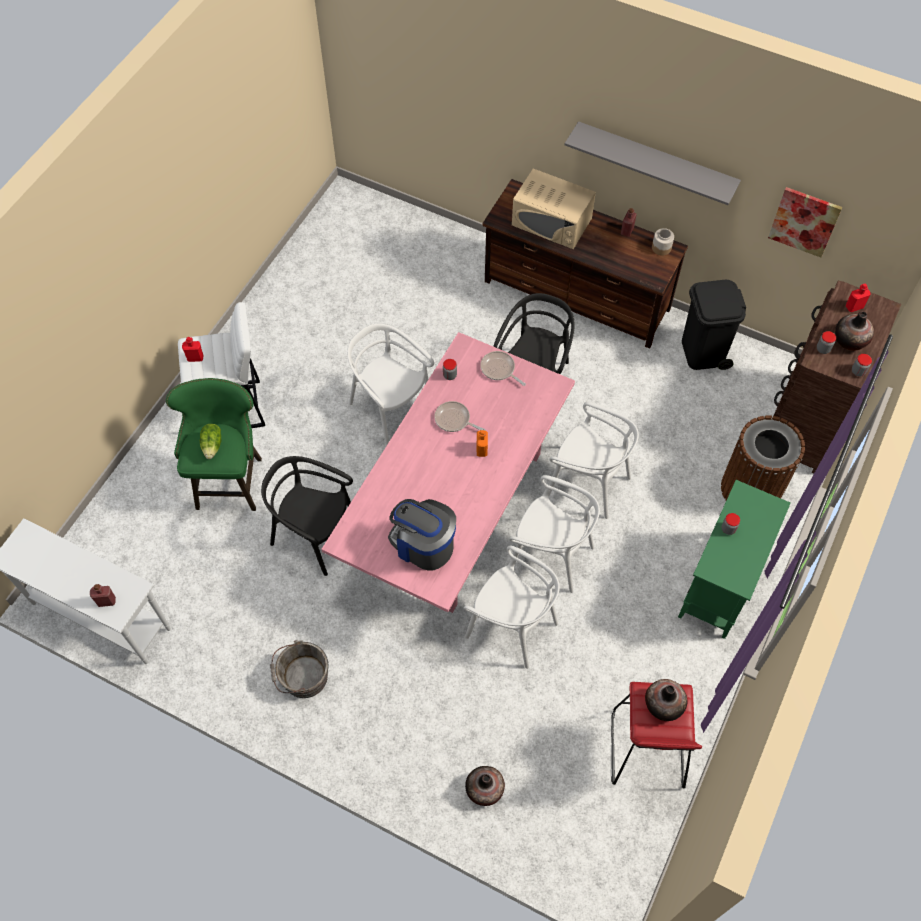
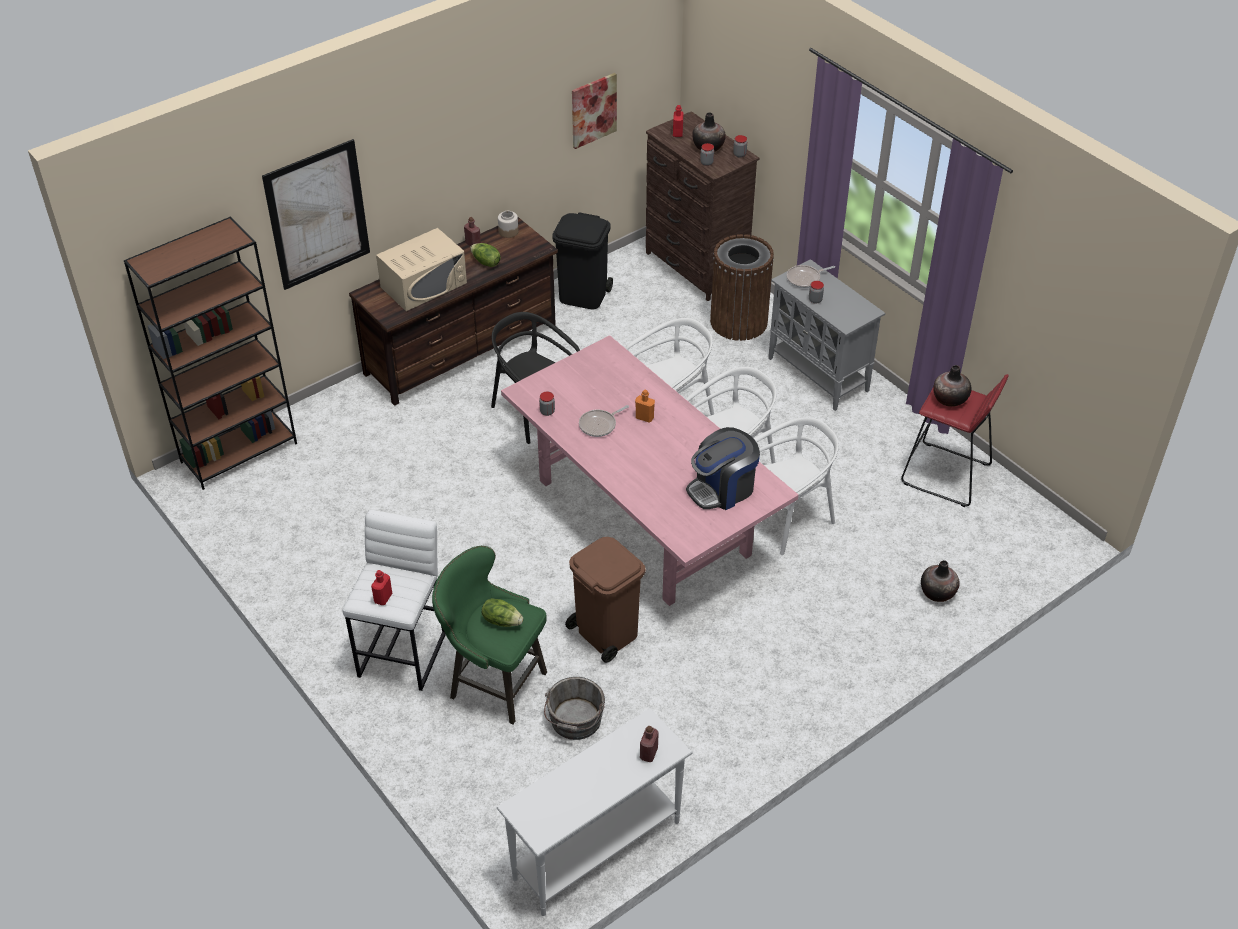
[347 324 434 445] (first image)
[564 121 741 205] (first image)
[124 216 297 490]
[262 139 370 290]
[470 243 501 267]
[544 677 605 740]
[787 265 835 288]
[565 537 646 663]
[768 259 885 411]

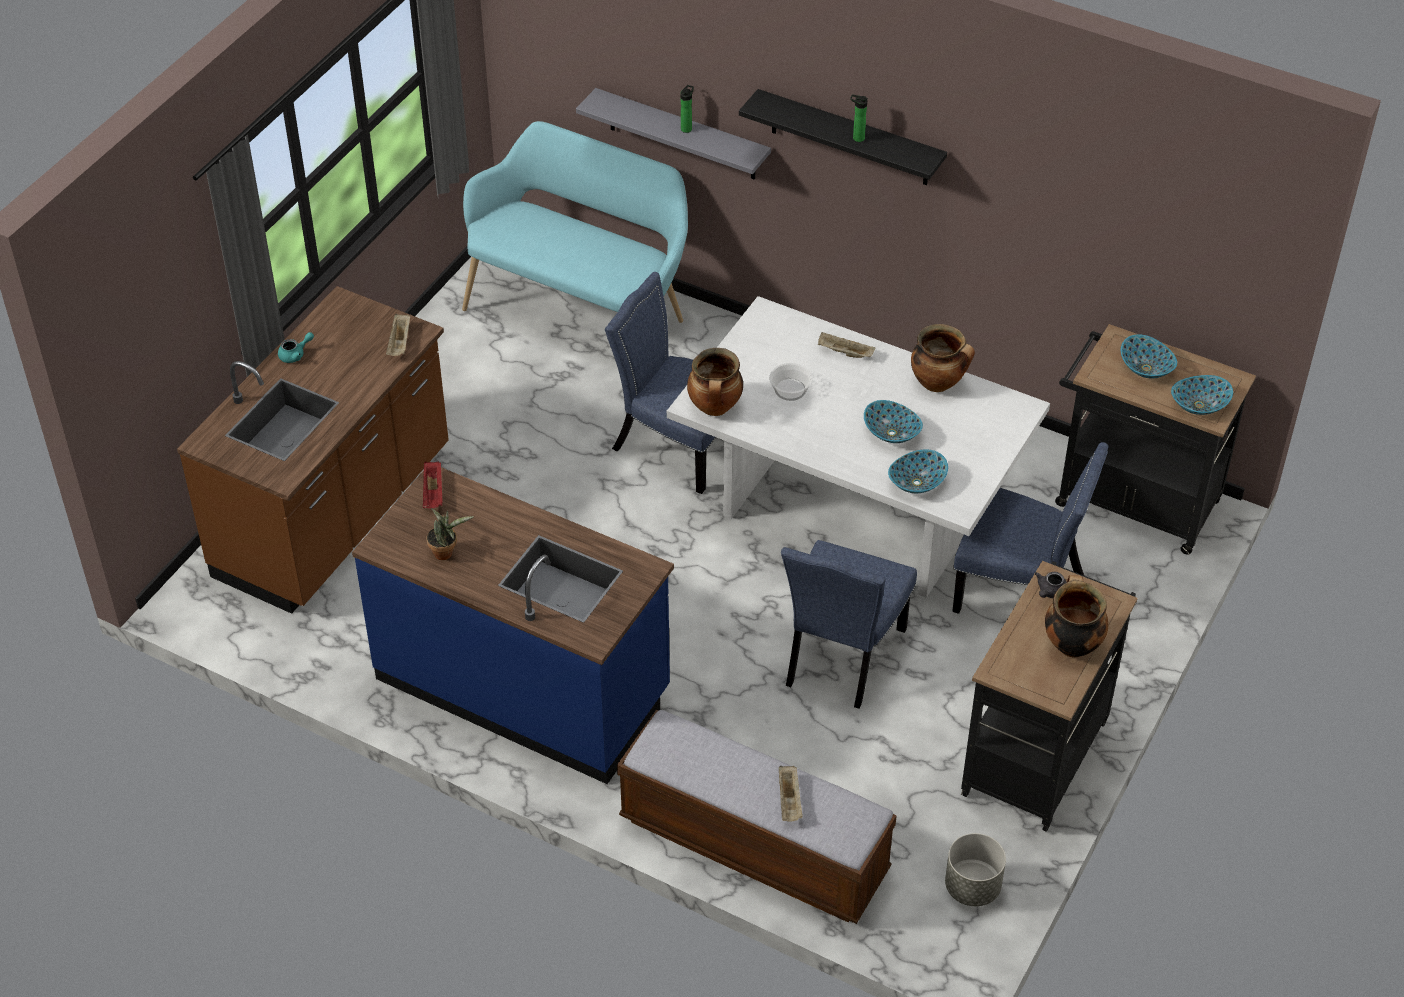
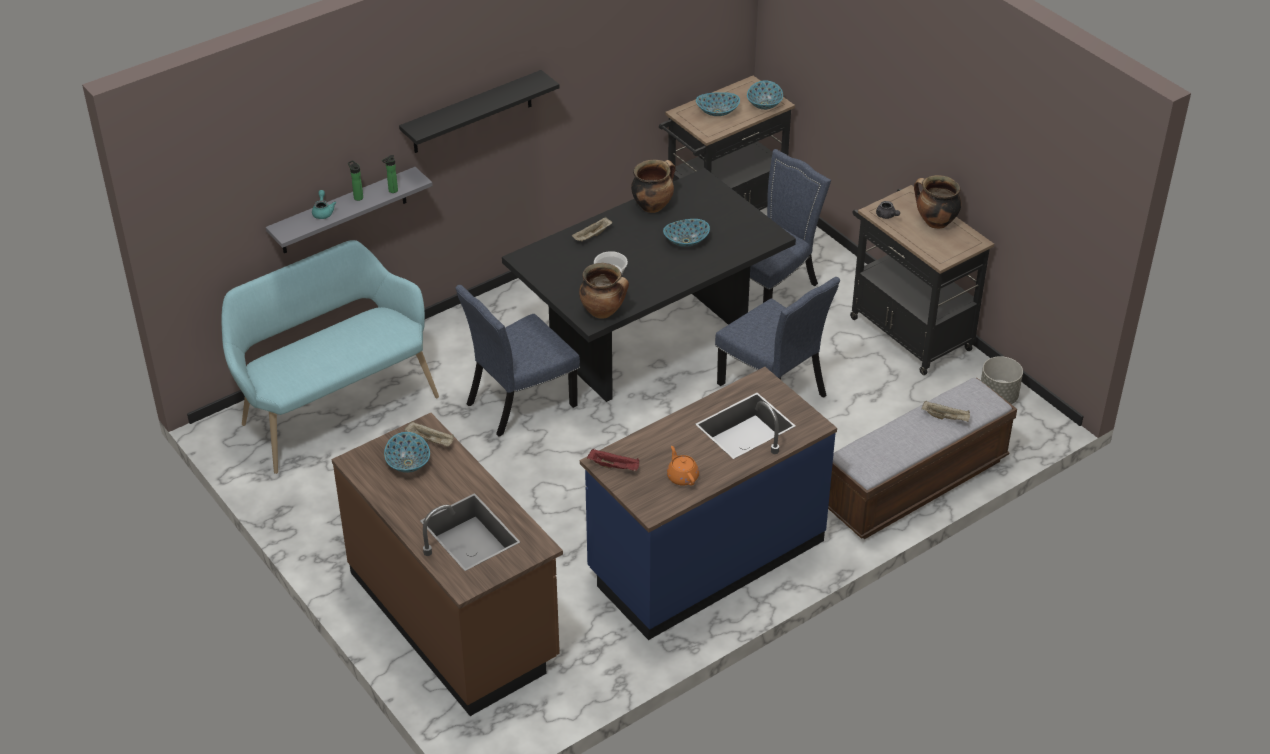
[312 190 336 219]
[382 155 398 193]
[384 432 430 473]
[667 446 699 486]
[502 168 796 402]

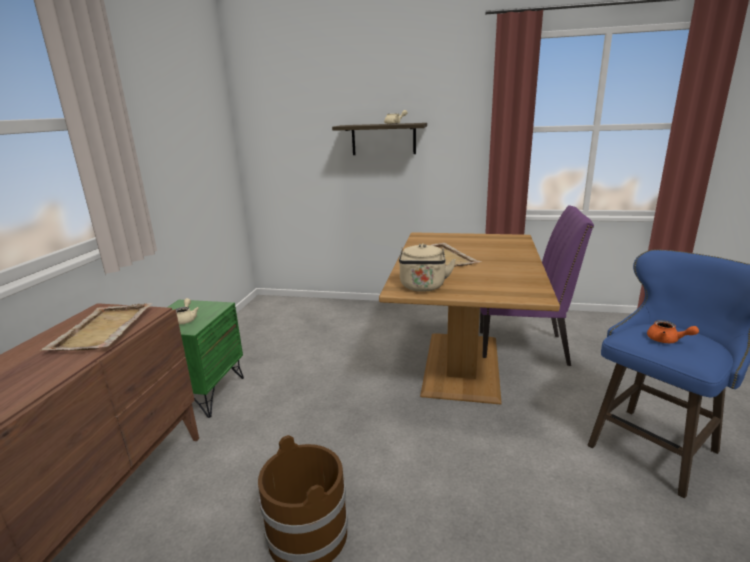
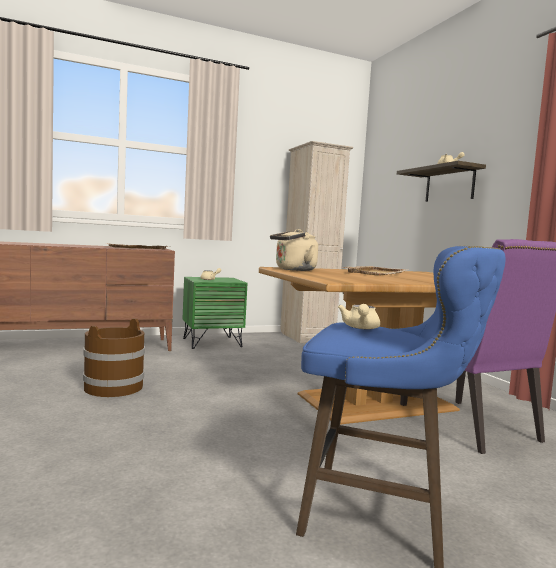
[280 141 353 343]
[338 304 380 330]

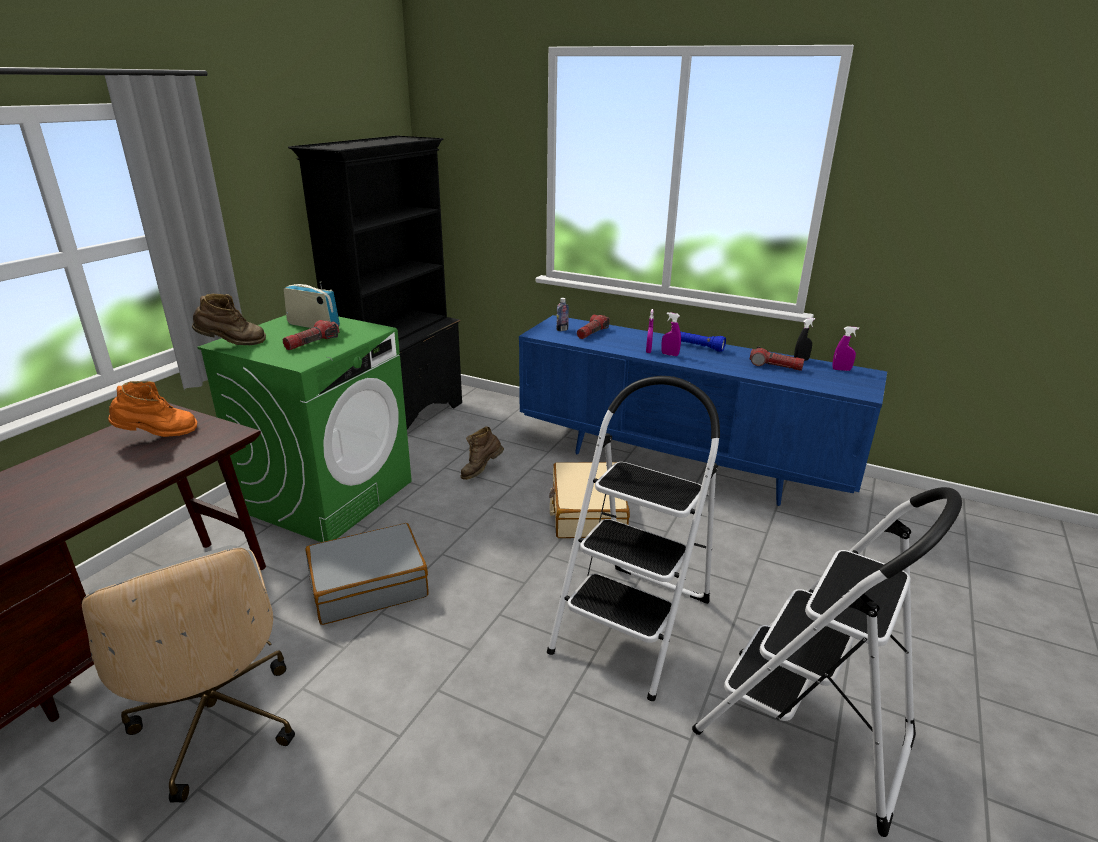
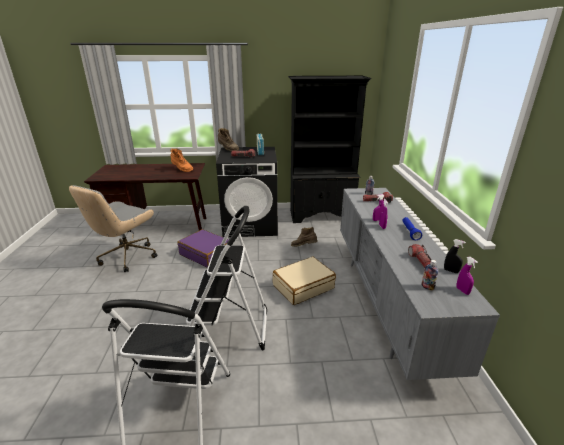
[422 260 438 291]
[216 147 278 237]
[177 229 229 268]
[340 188 500 380]

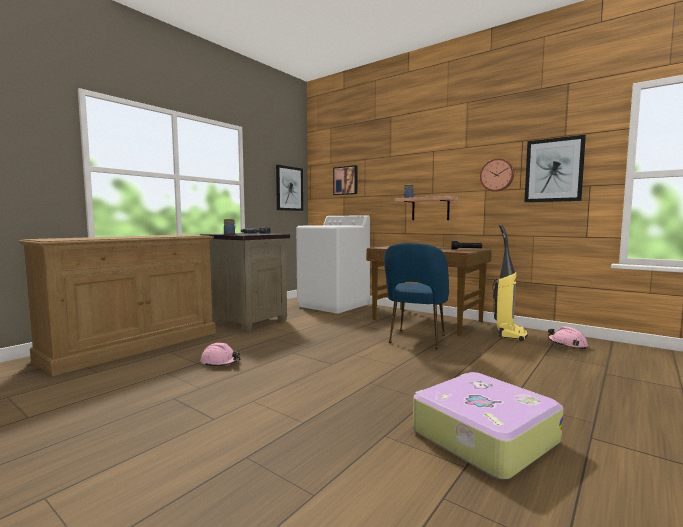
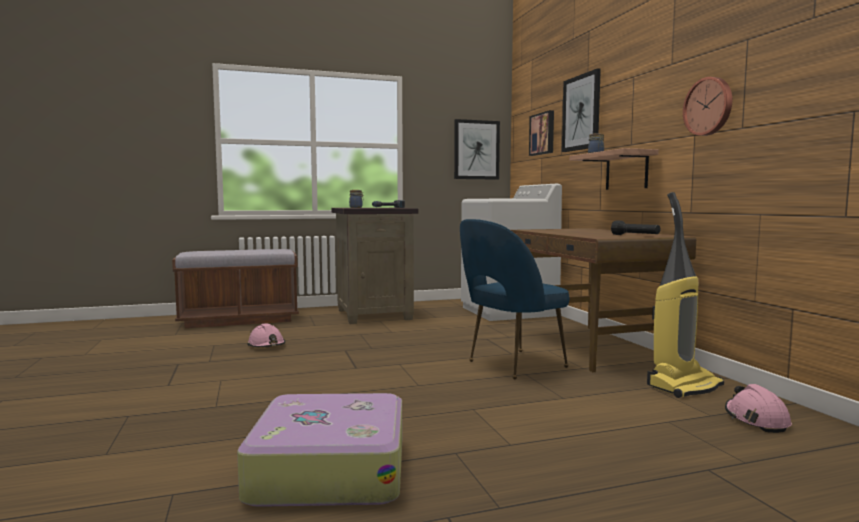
[562 68 601 152]
[172 249 299 328]

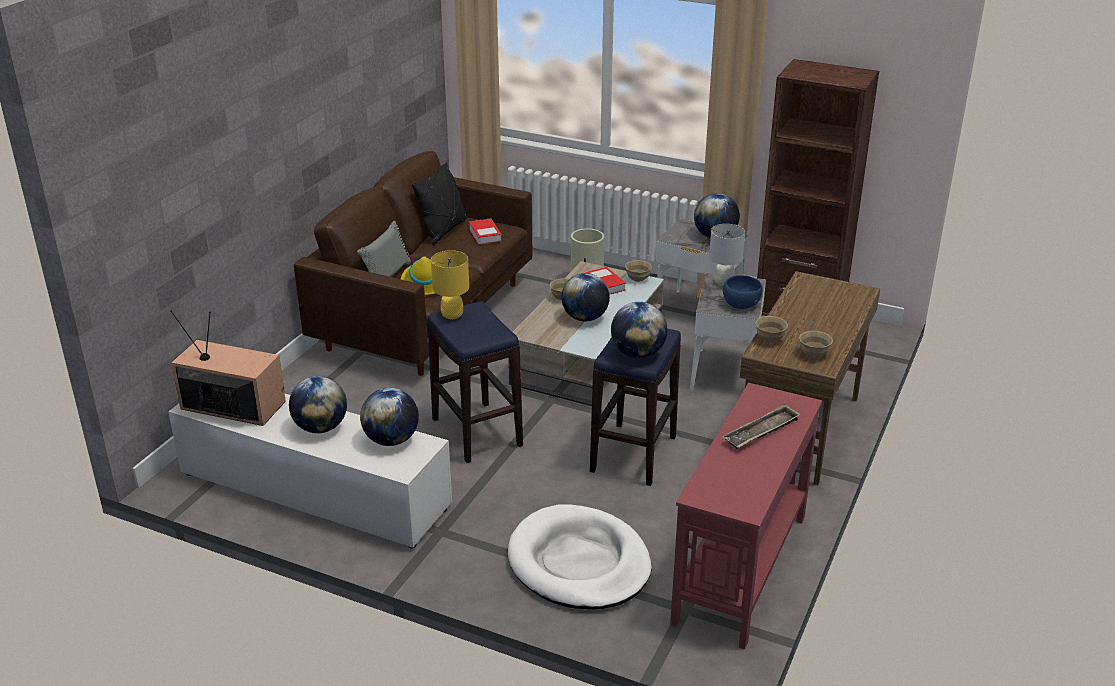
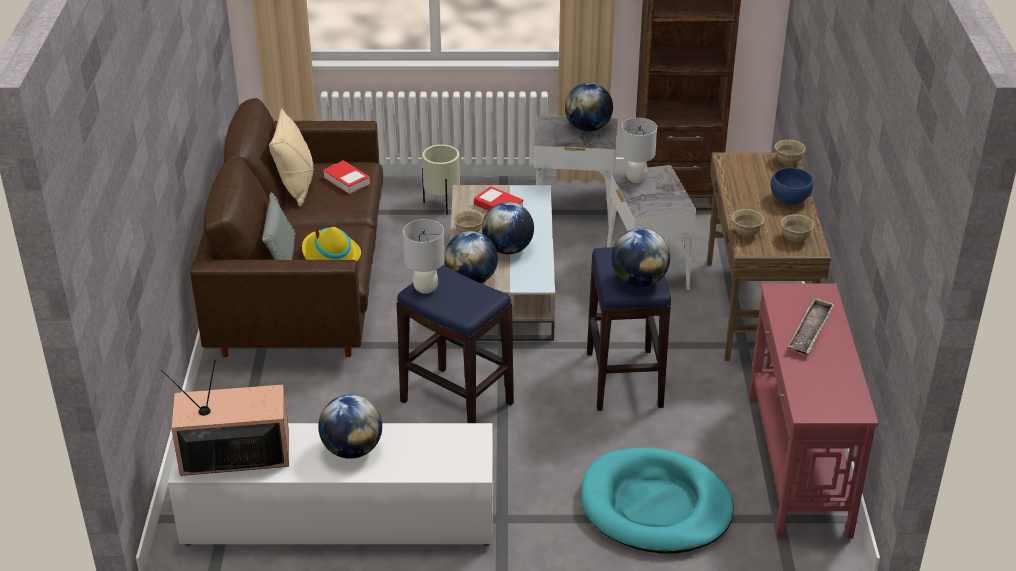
[444 231 498 283]
[775 140 806 165]
[771 167 814 205]
[269 108 314 207]
[403 219 445 294]
[581 448 734 553]

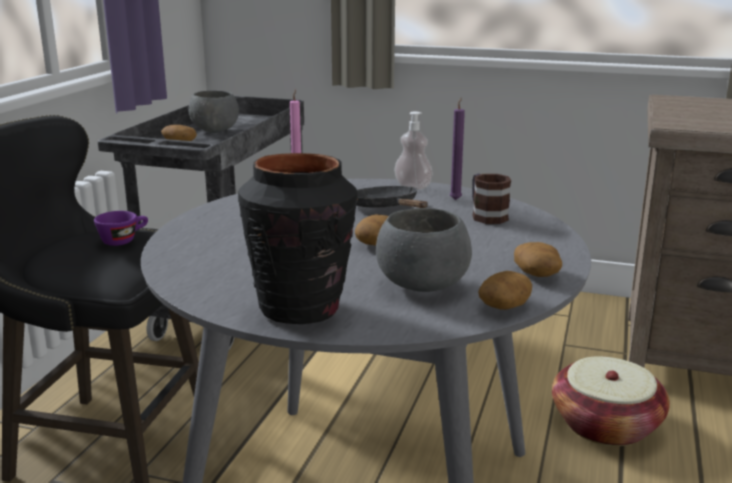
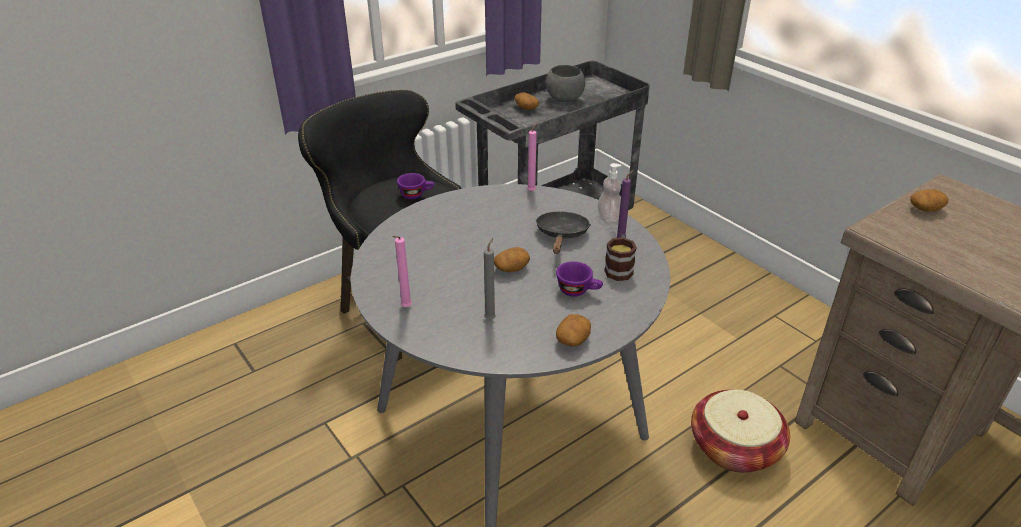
[556 261 603 297]
[910 189 949 211]
[392 236 412 307]
[484 238 496 320]

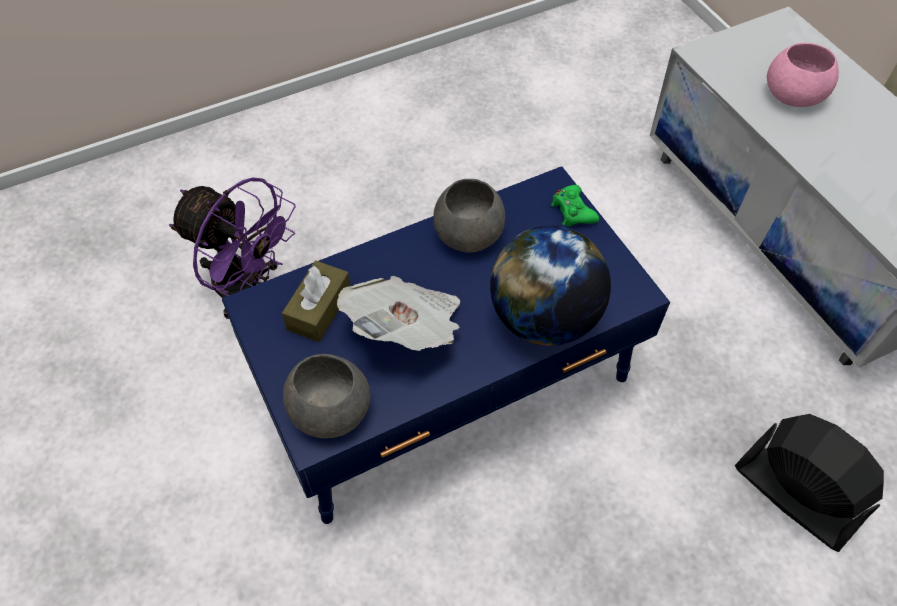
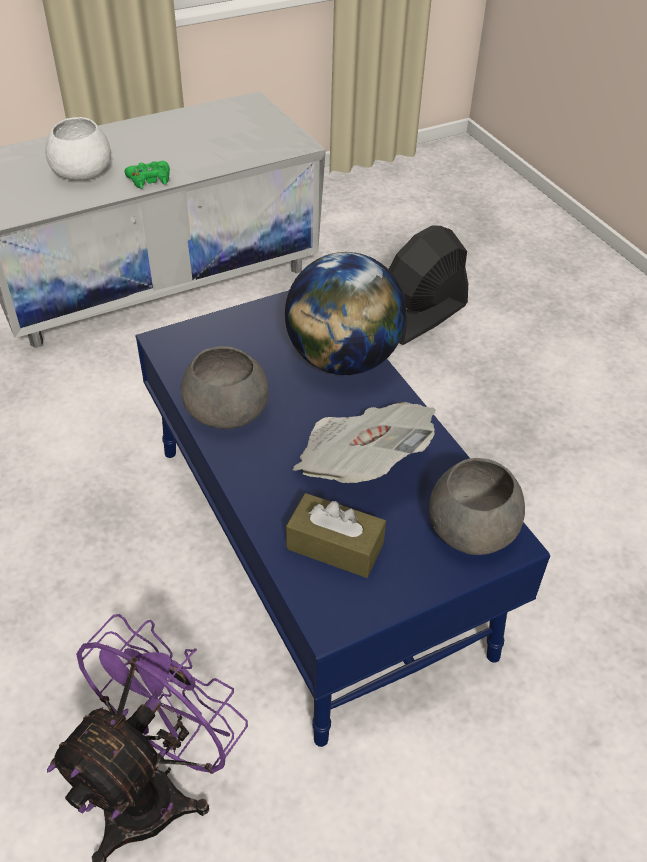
[125 161 170 189]
[45 117 111 180]

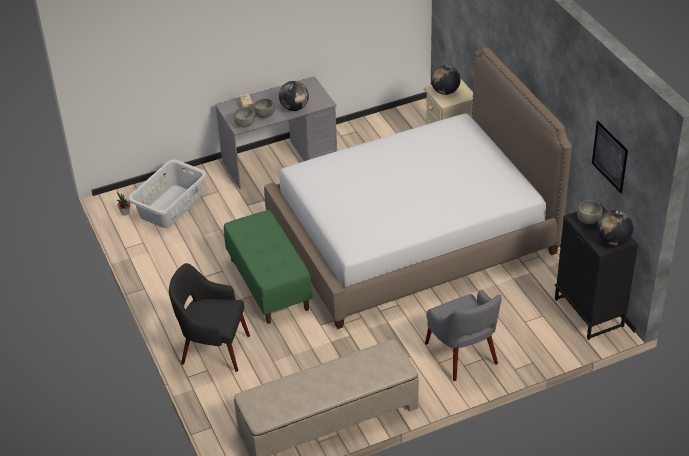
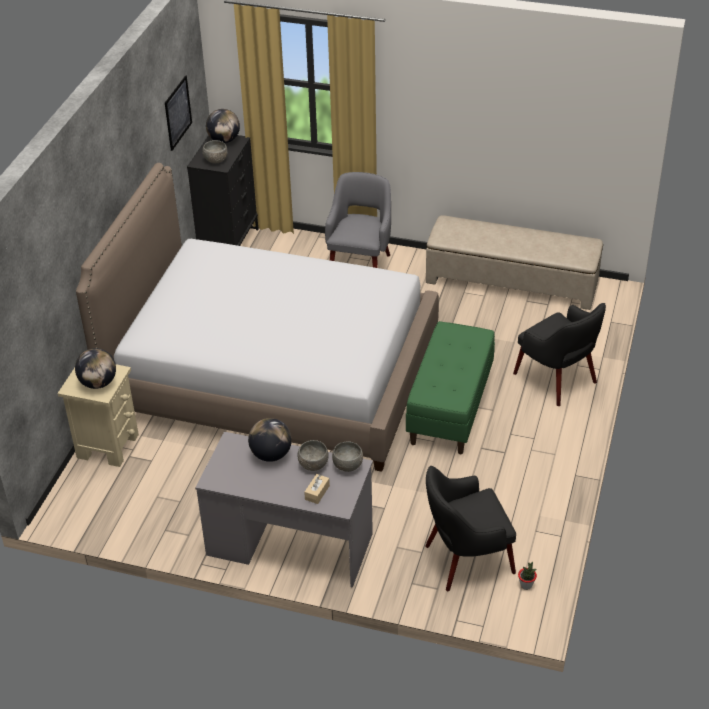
[425 466 516 591]

